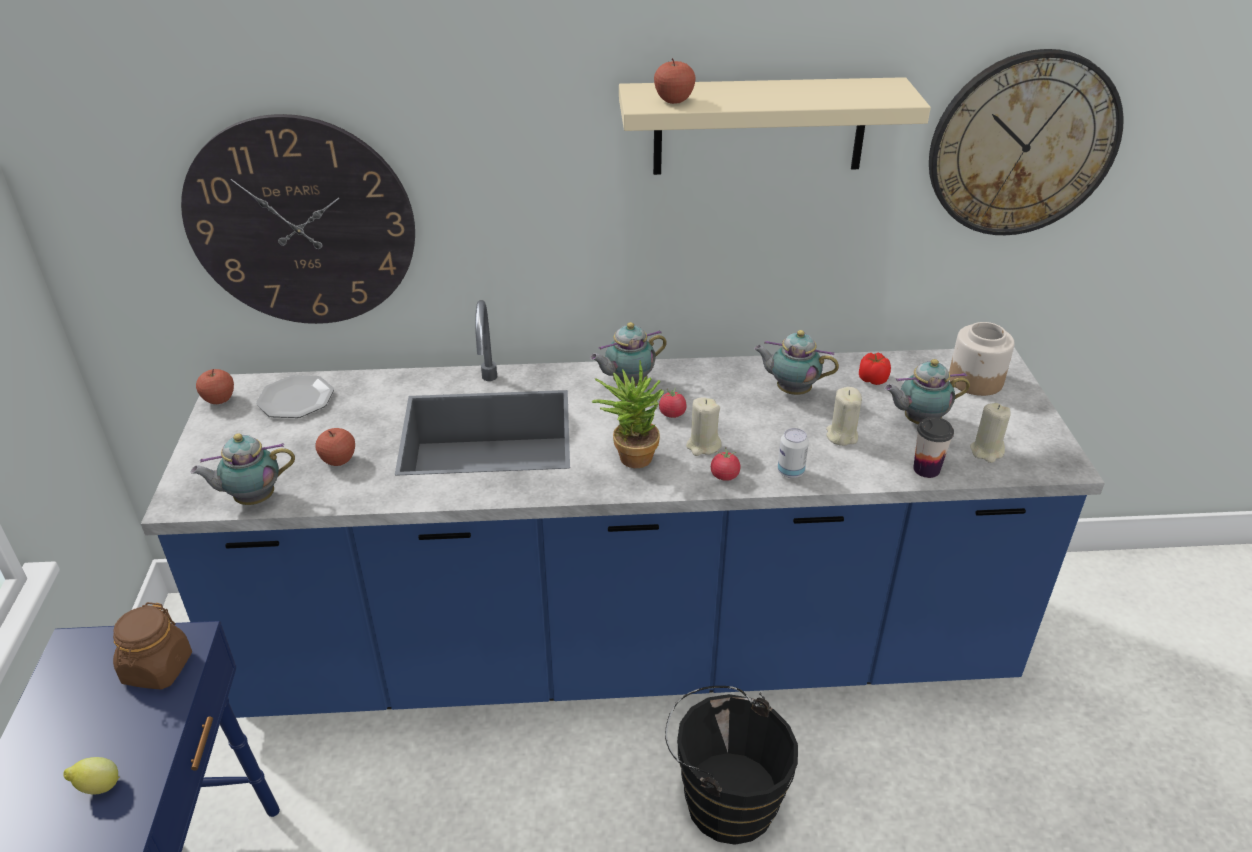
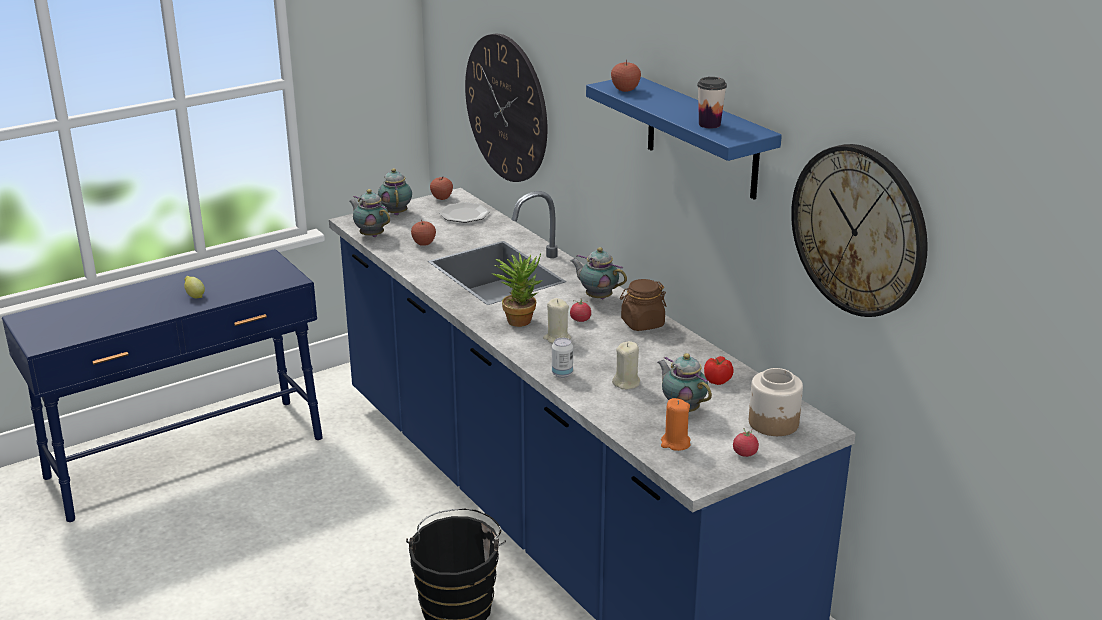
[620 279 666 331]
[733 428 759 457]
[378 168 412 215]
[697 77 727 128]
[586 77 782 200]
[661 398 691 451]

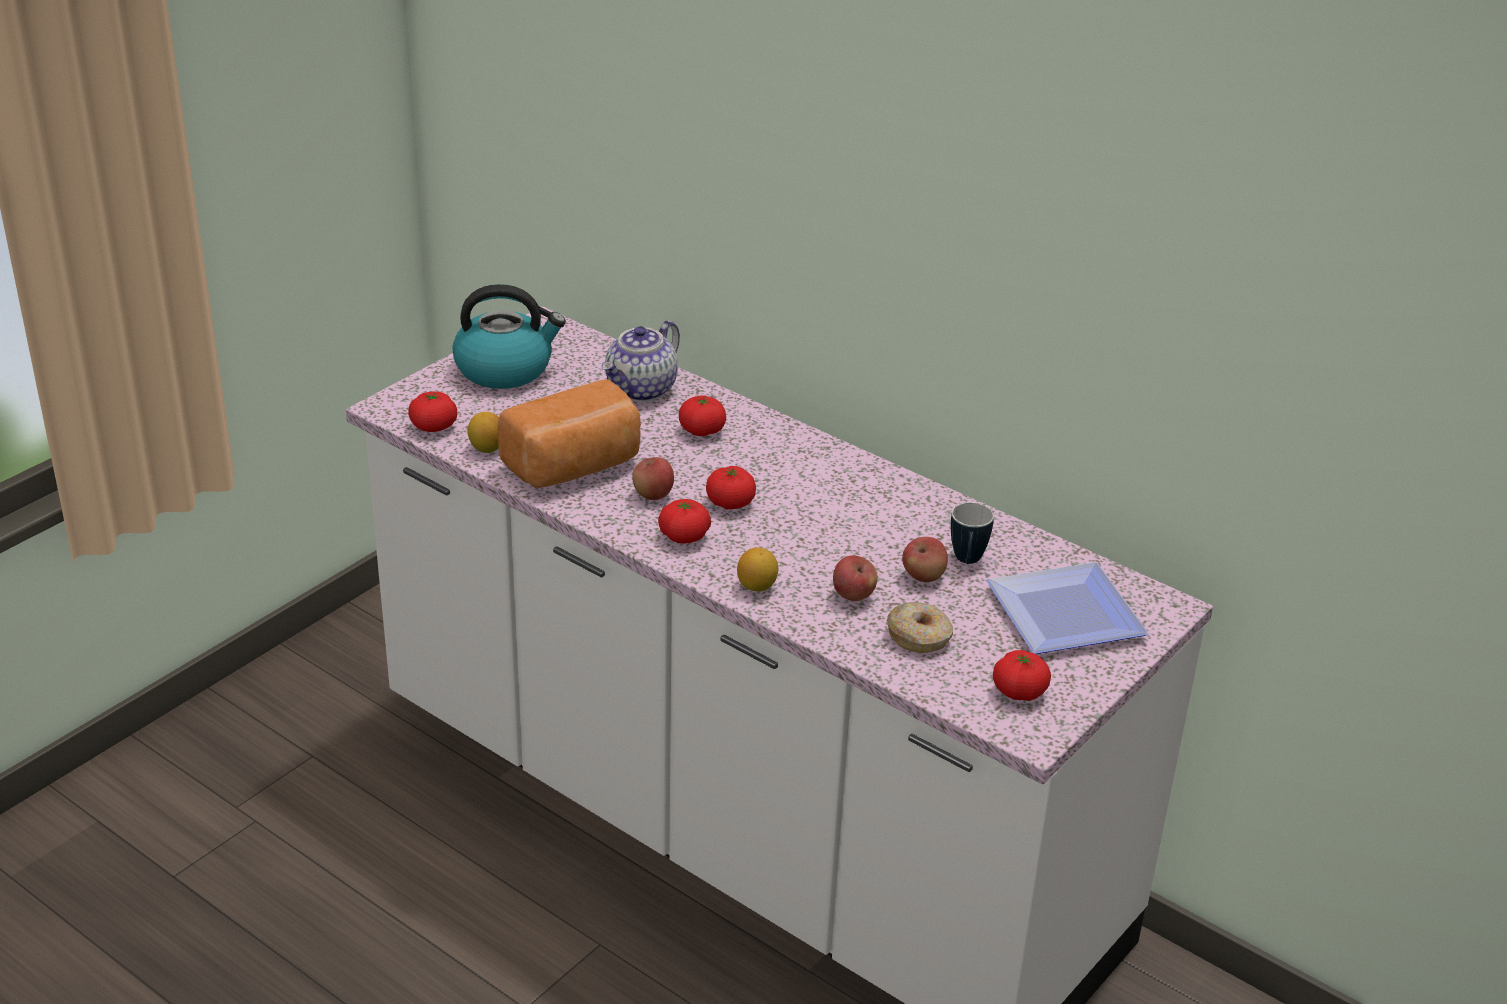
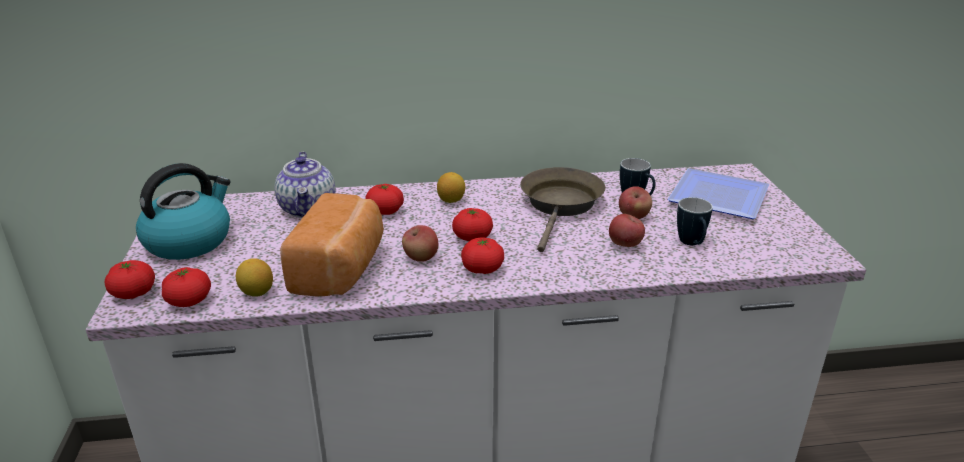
[520 167 605 252]
[437 172 465 203]
[105 260 155 299]
[677 197 713 245]

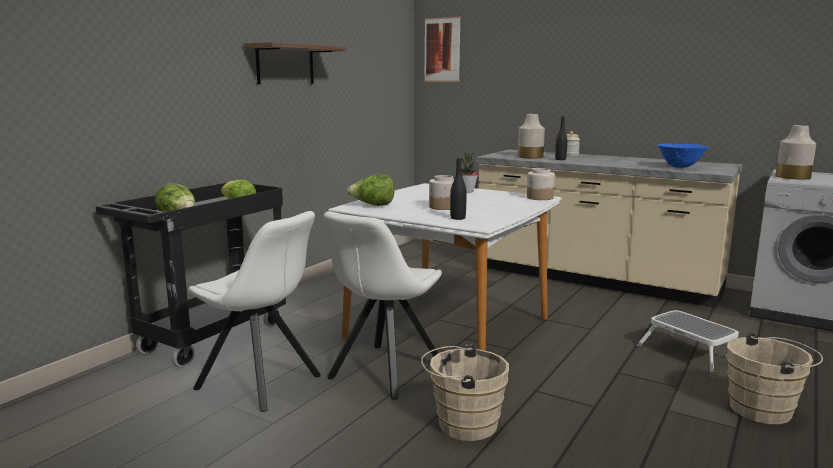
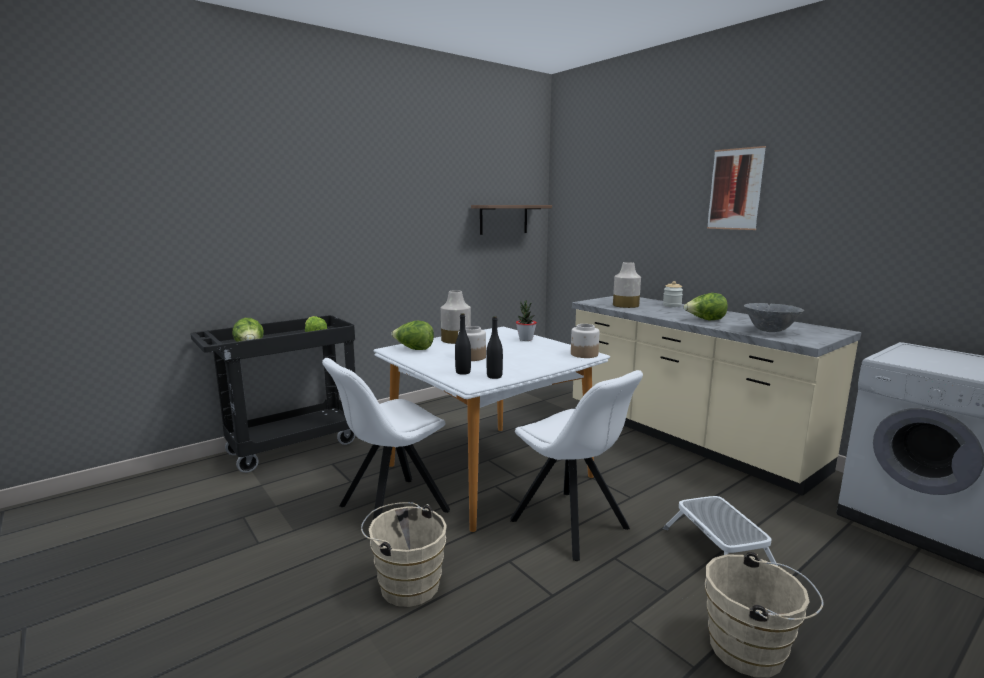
[684 293 727 320]
[510 370 643 561]
[471 205 552 235]
[707 146 766 230]
[486 316 503 379]
[441 290 471 344]
[744 303 804 332]

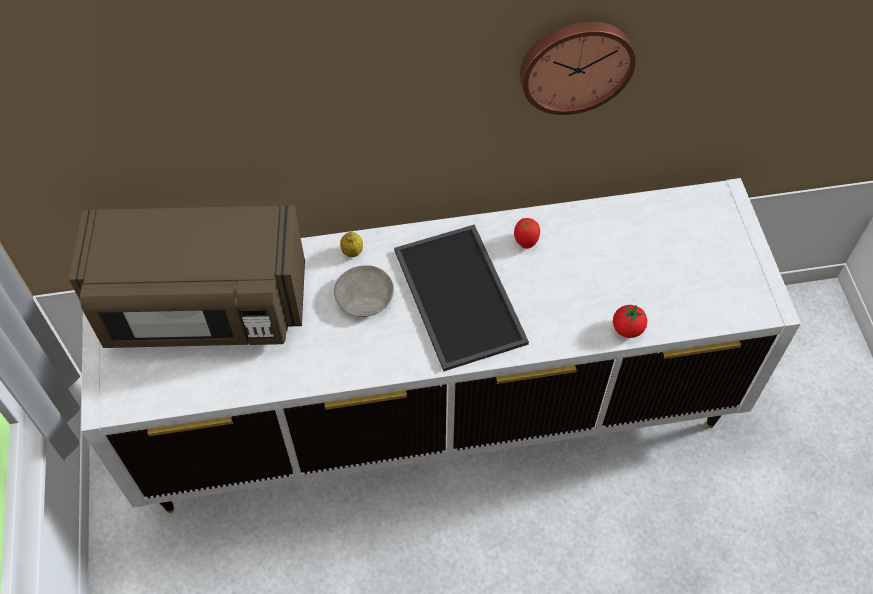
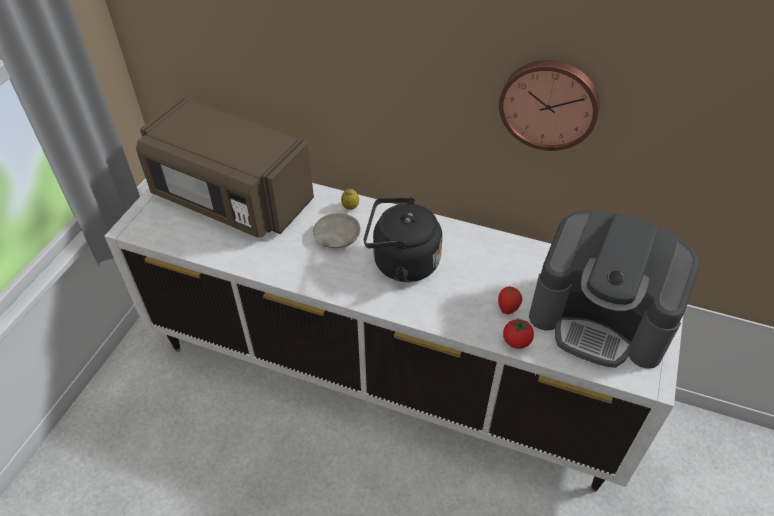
[529 211 699 369]
[498 287 522 314]
[364 197 443 282]

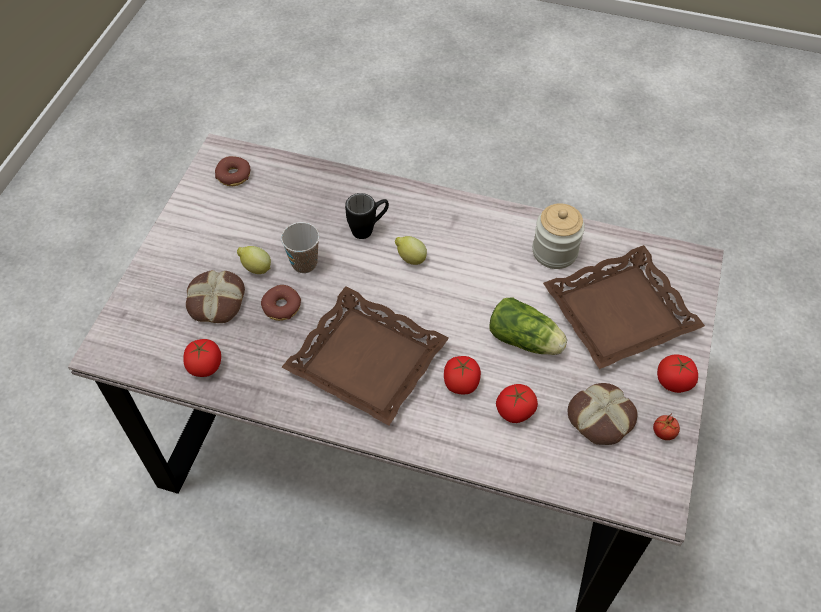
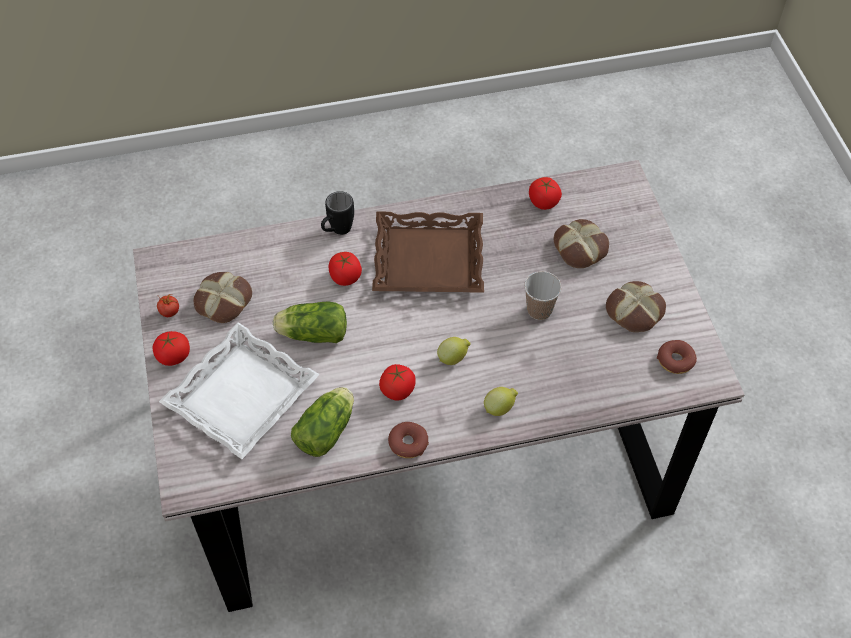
[606 281 666 332]
[484 387 518 416]
[388 422 429 458]
[321 191 354 235]
[379 364 416 401]
[291 387 354 457]
[159 322 320 459]

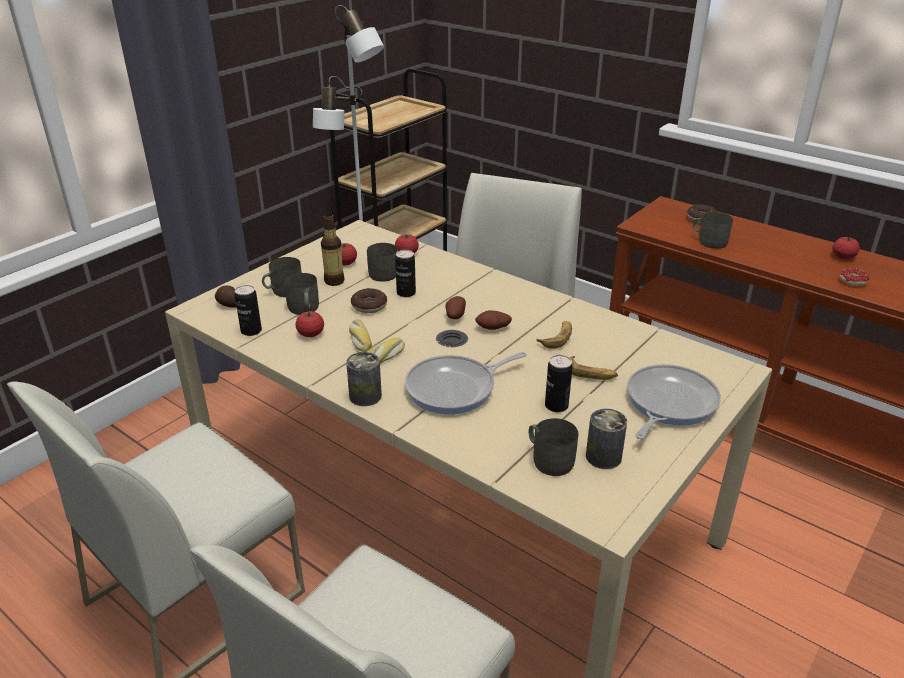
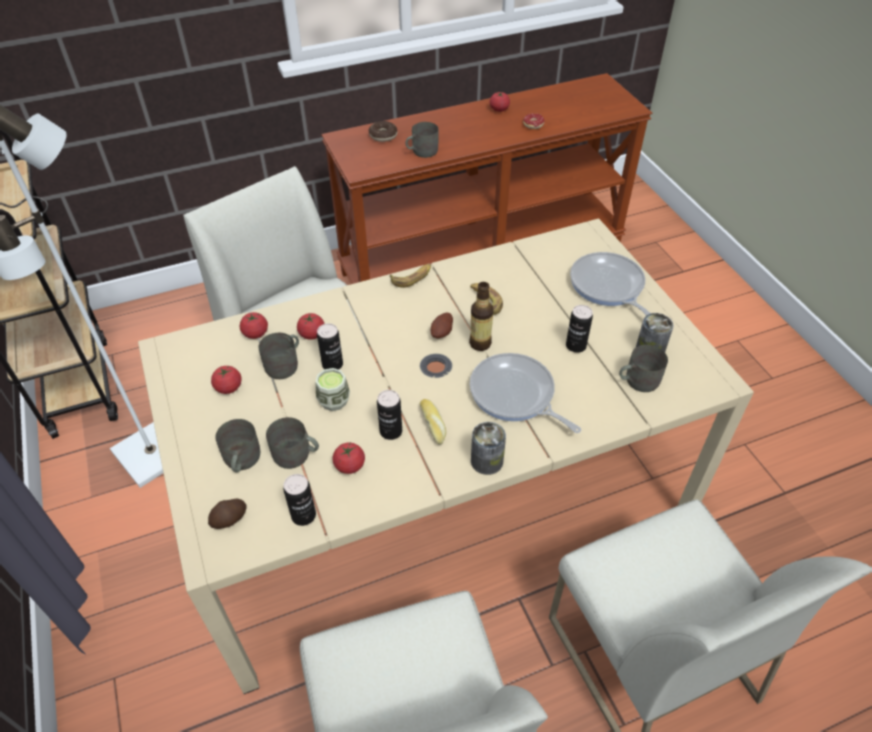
[445 296 466 319] (first image)
[297 313 324 340]
[469 282 494 351]
[390 264 431 288]
[377 390 402 440]
[316 368 350 411]
[470 353 581 433]

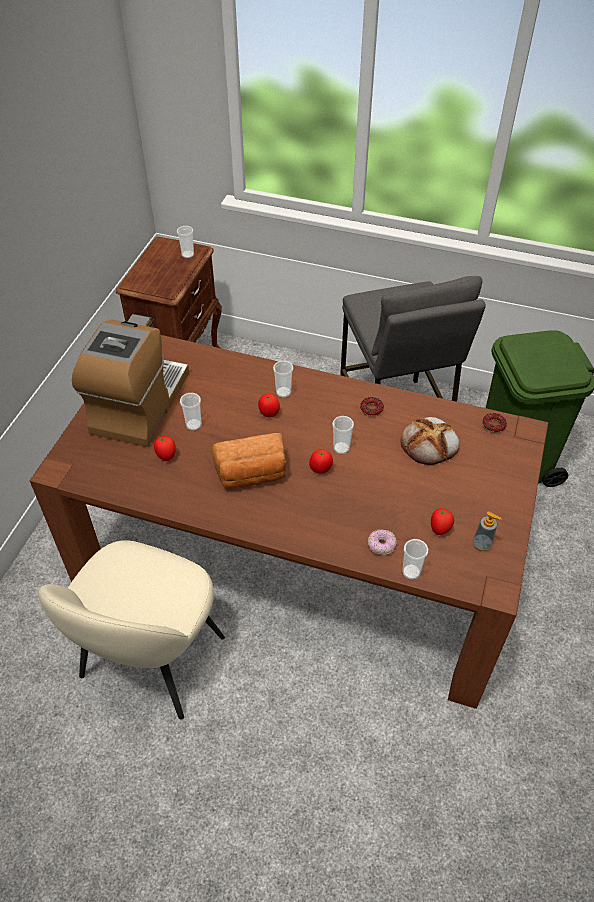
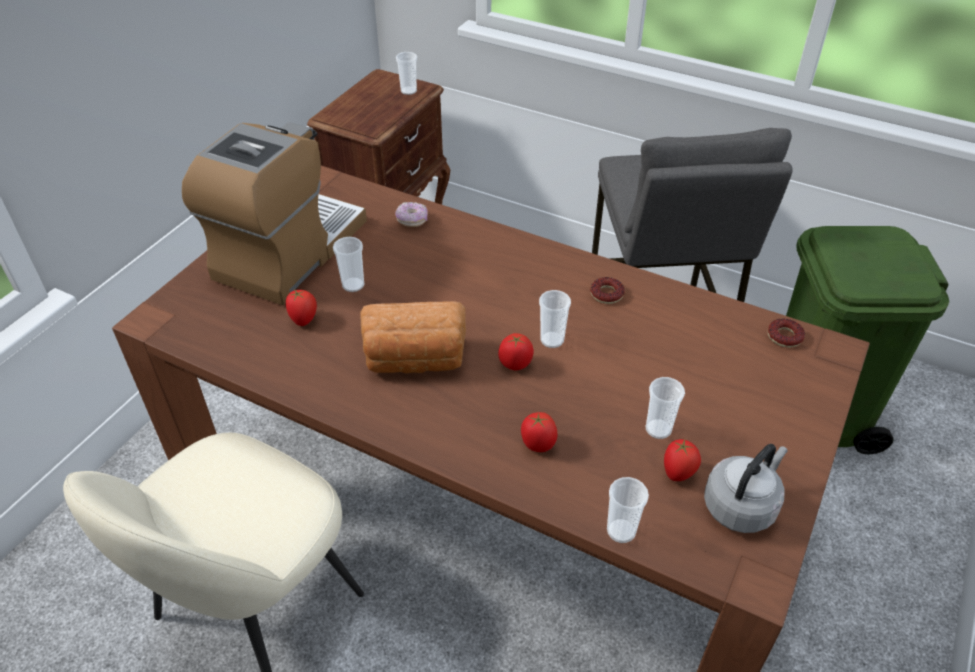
[401 417 460 465] (first image)
[521 412 558 452]
[646 377 685 439]
[395 202 428 227]
[704 444 788 533]

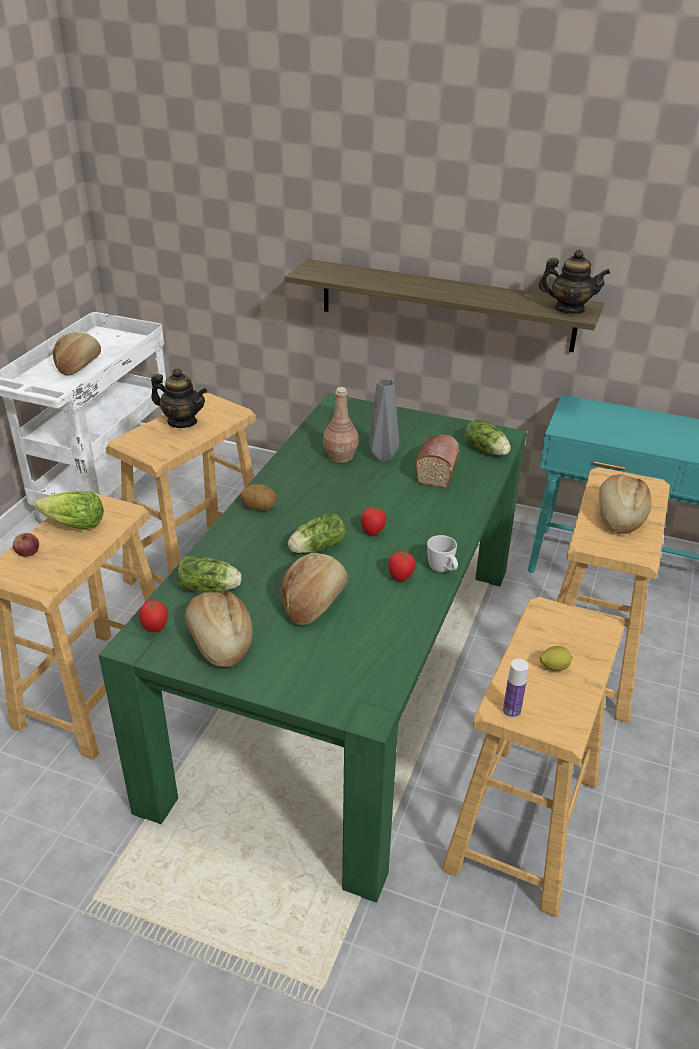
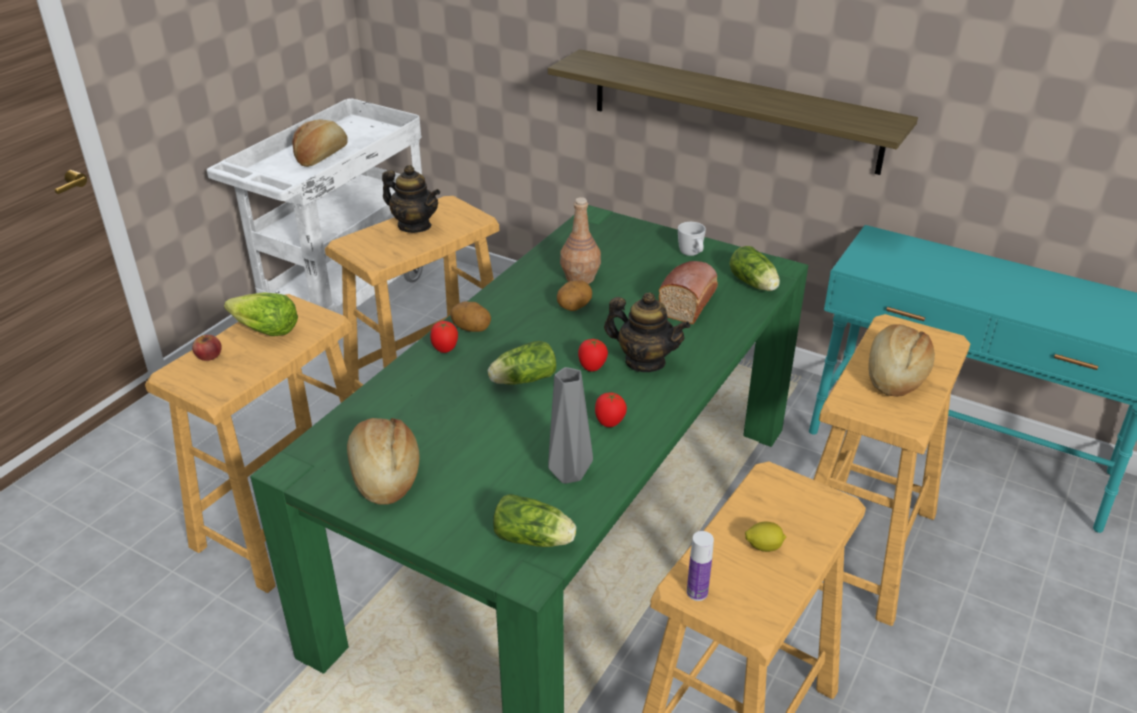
[281 553 348 625] (first image)
[557 280 592 311]
[430 321 458 353]
[493 494 576 547]
[548 367 593 484]
[678 222 706 256]
[604 292 690 372]

